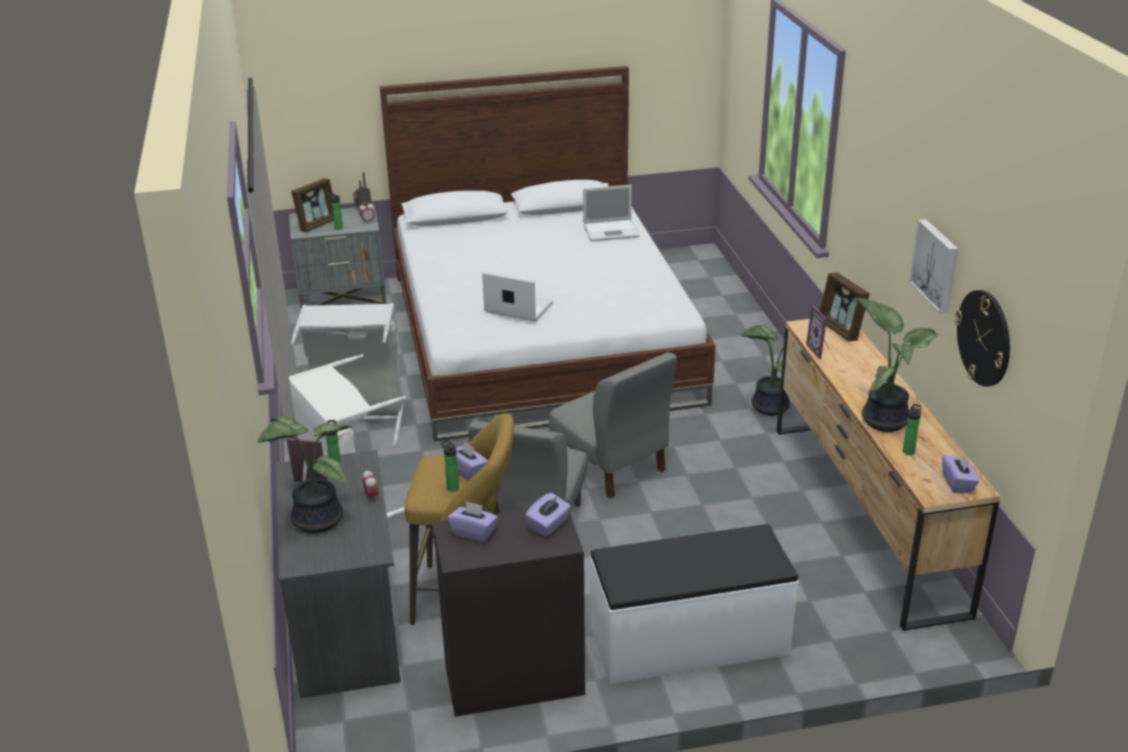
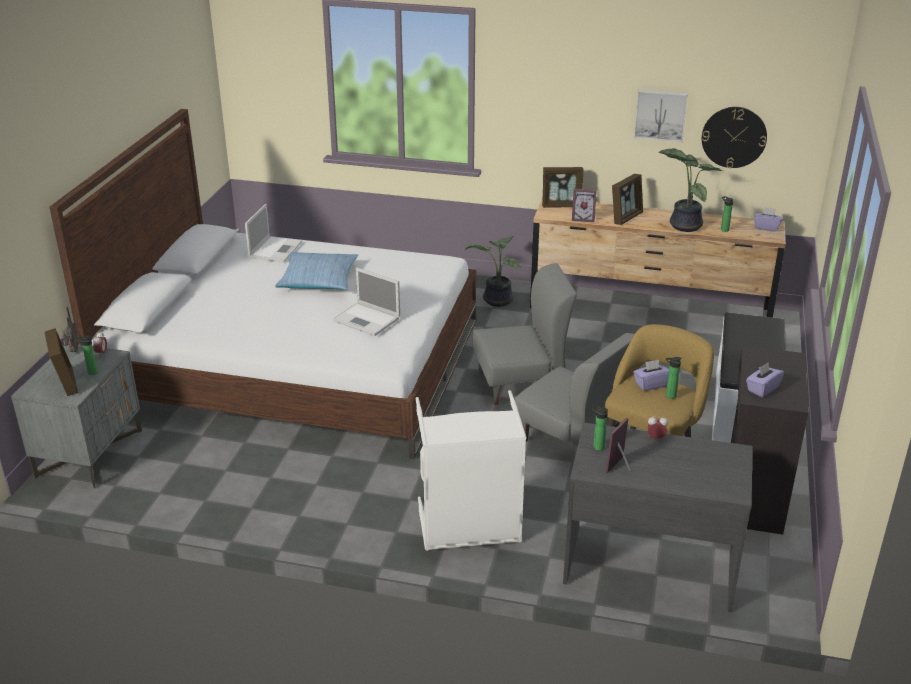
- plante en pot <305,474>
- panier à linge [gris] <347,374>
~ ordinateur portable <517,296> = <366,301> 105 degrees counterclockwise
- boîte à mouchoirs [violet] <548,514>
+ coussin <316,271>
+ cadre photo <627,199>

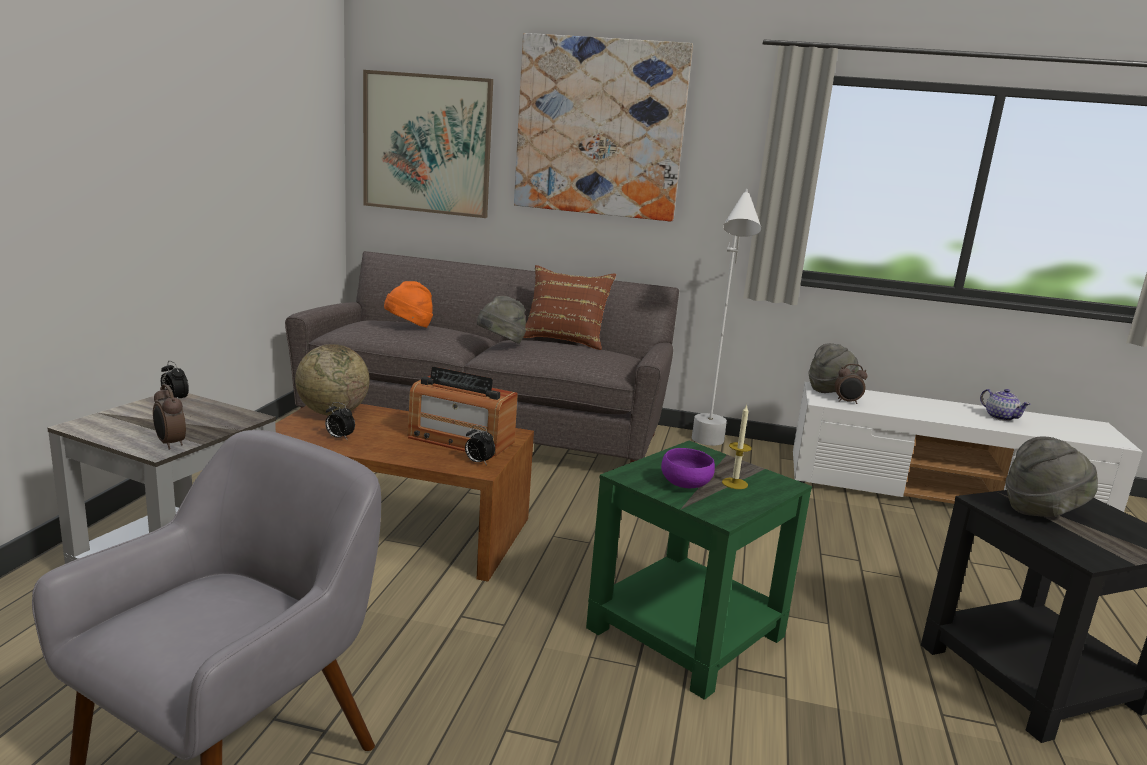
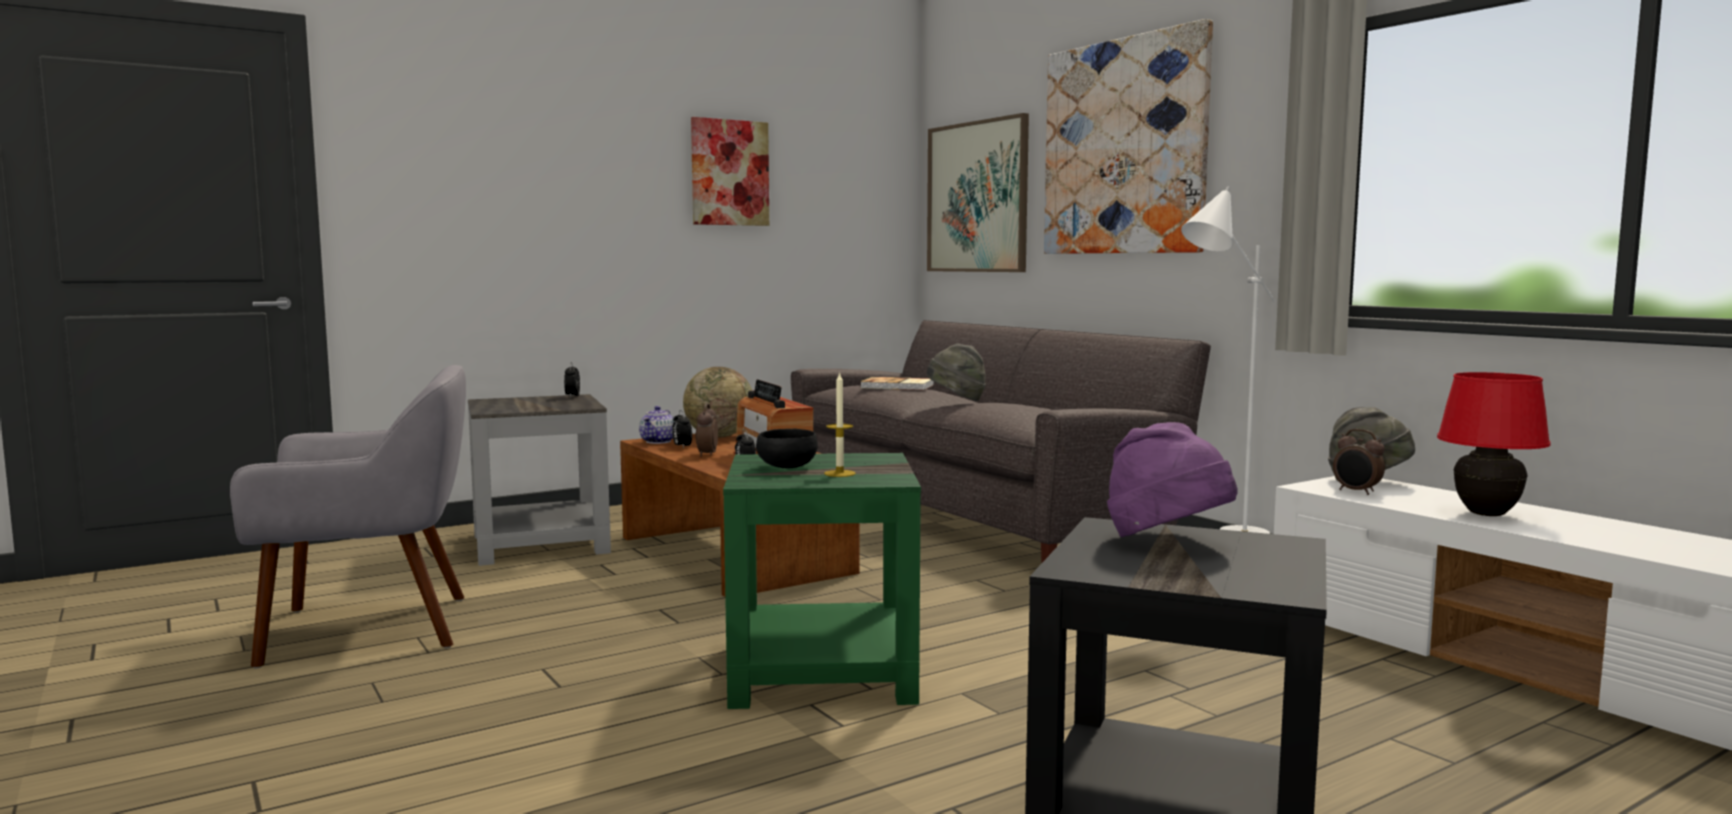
~ réveil <169,417> to <707,430>
~ chapeau [orange] <408,304> to livre <897,383>
- coussin [marron] <569,307>
~ bol [violet] <688,468> to bol [noir] <787,448>
~ théière <1005,405> to <656,425>
~ chapeau [gris] <1052,477> to chapeau [violet] <1172,479>
+ tableau <730,171>
+ lampe de table [rouge] <1494,444>

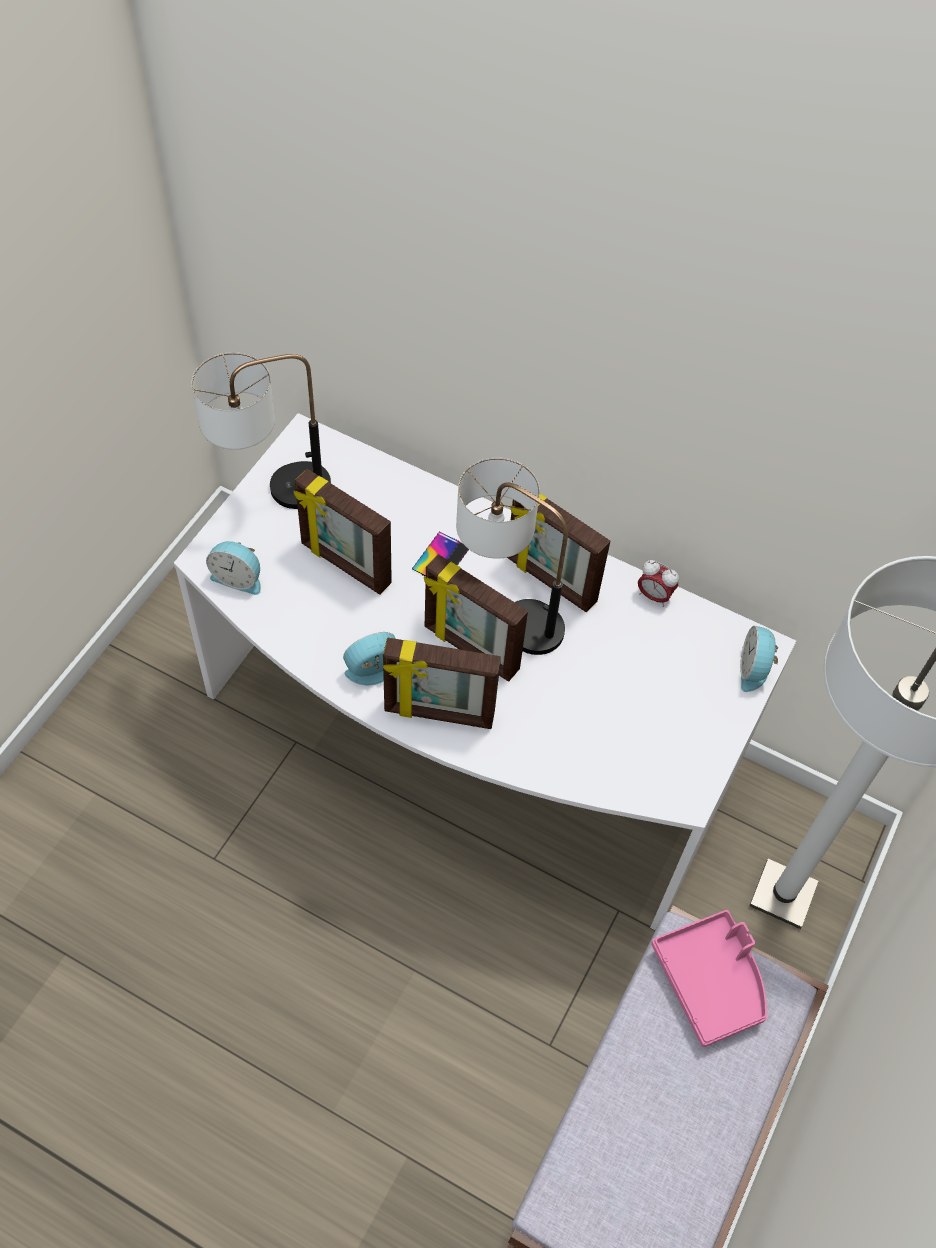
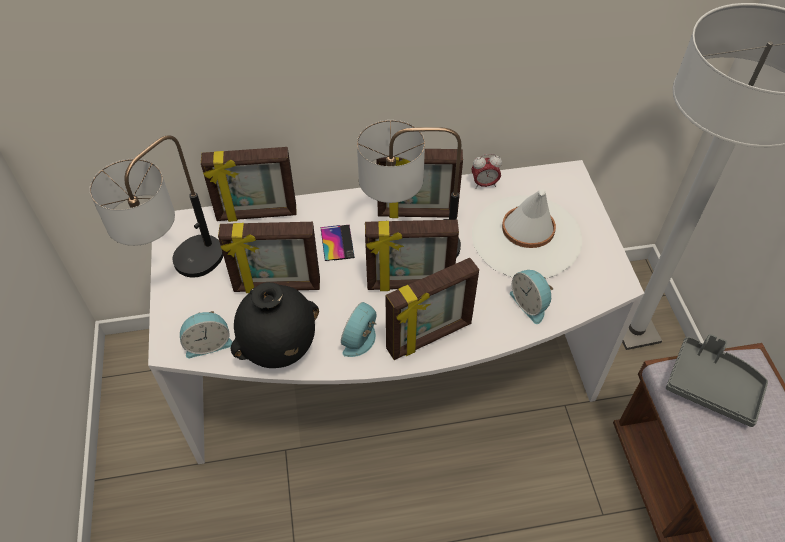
~ plateau [rose] <709,978> to plateau [gris] <717,380>
~ réveil <759,659> to <531,297>
+ cadre photo <249,184>
+ vase [noir] <275,325>
+ chapeau [blanc] <527,233>

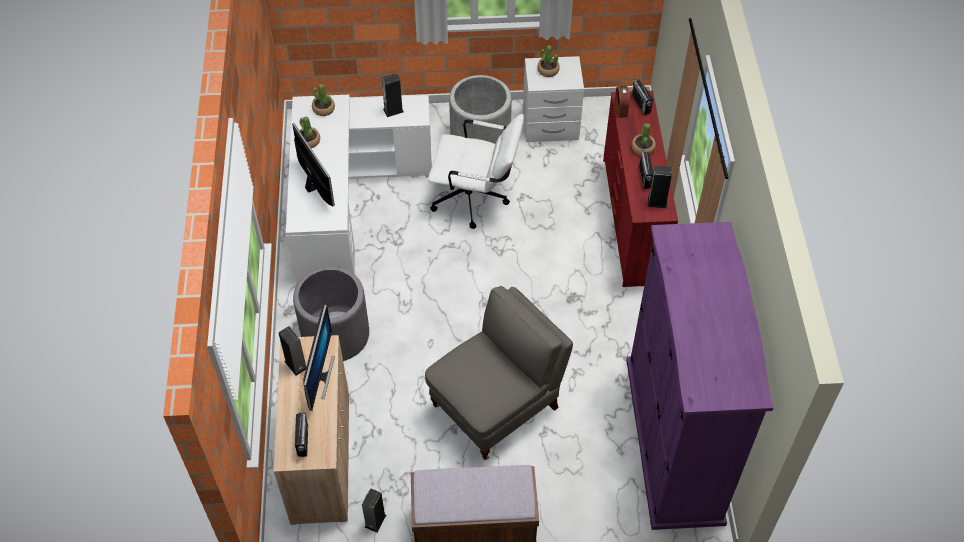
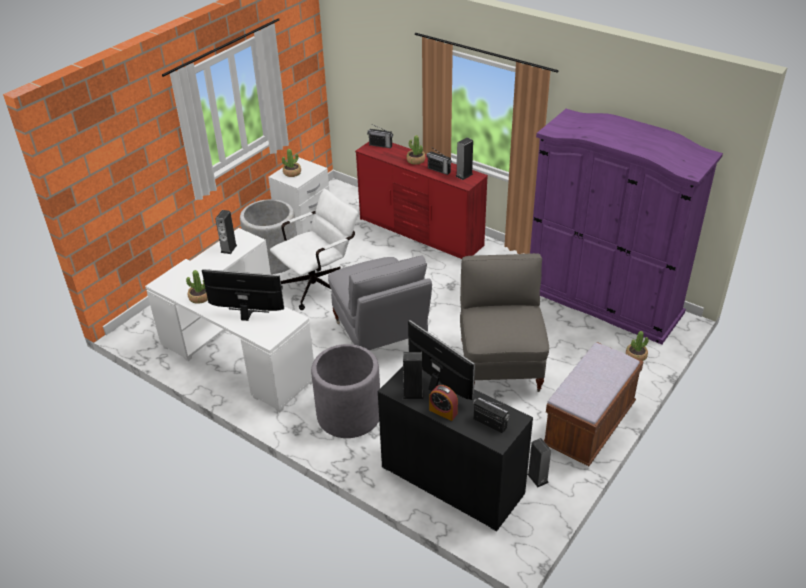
~ meuble de rangement [beige] <311,430> to meuble de rangement [noir] <455,449>
~ plante en pot <323,100> to <637,346>
~ réveil <622,102> to <443,403>
+ fauteuil [gris] <380,302>

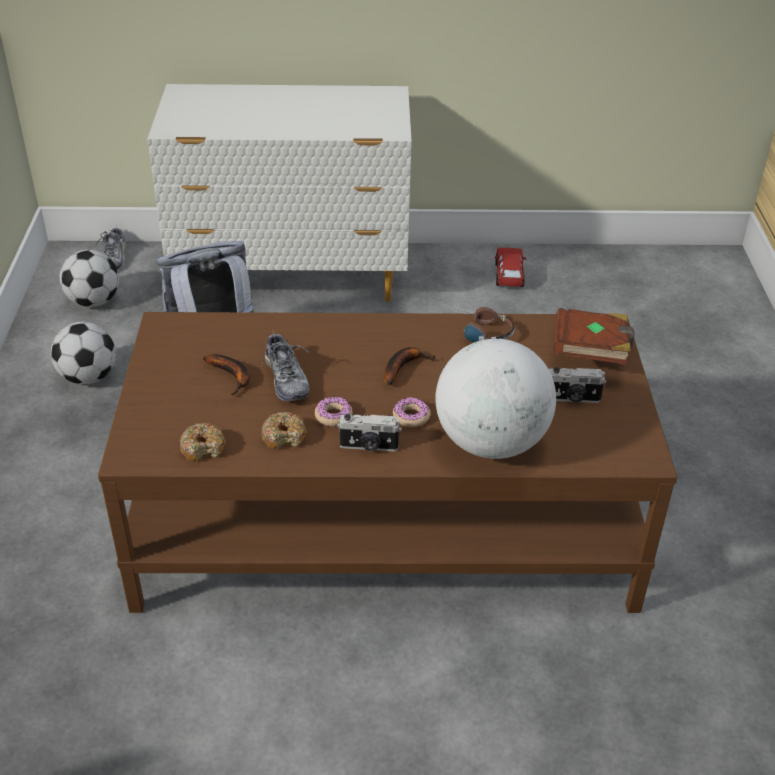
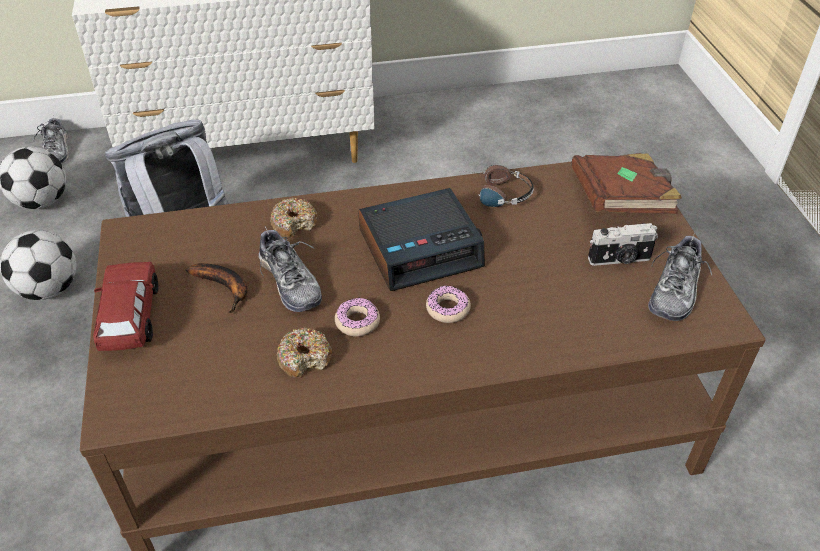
~ beignet <203,442> to <294,218>
- appareil photo <369,432>
~ banane <410,366> to réveil <421,239>
- globe <496,399>
~ petite voiture [rouge] <510,267> to <125,306>
+ chaussure <680,275>

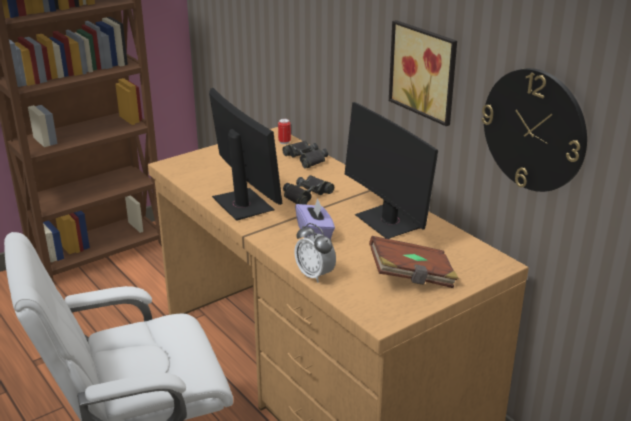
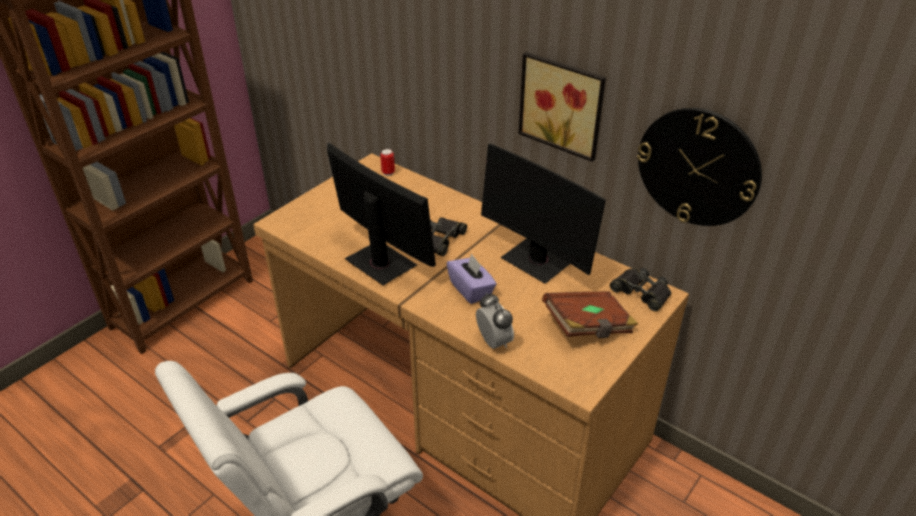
~ jumelles [noir] <305,154> to <640,290>
~ réveil <315,253> = <495,321> 150 degrees counterclockwise

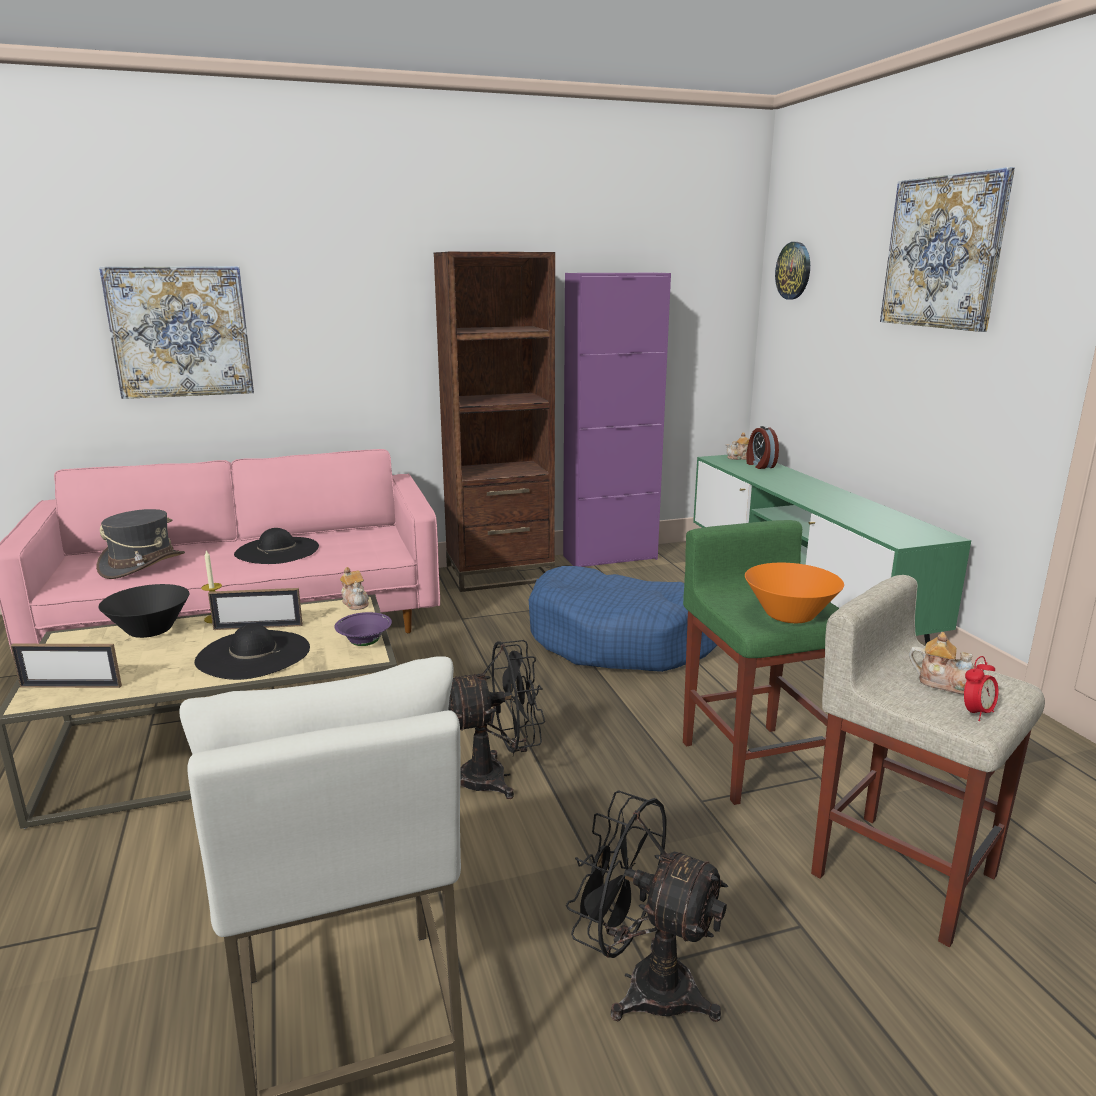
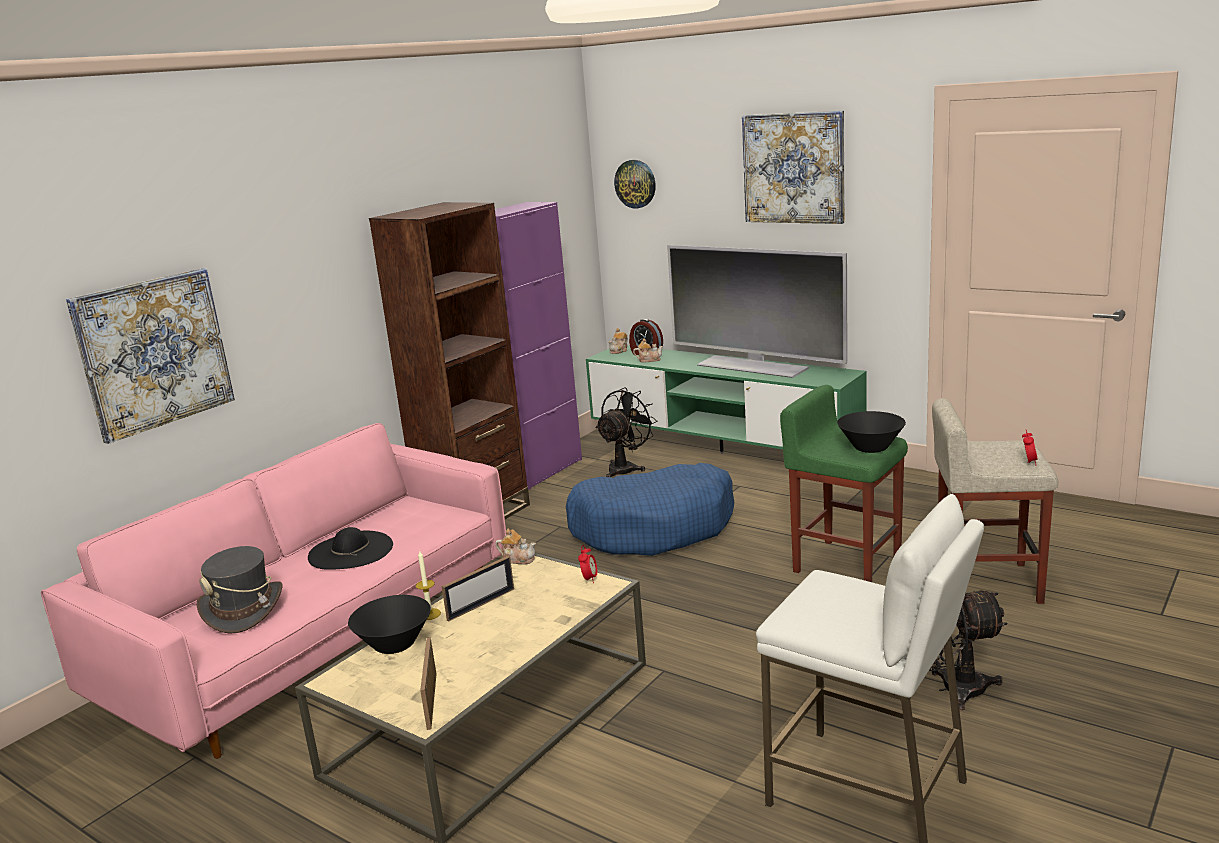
~ cadre photo <66,666> = <428,683> 120 degrees clockwise
- chapeau [noir] <252,652>
~ bol [violet] <363,629> to réveil <587,564>
~ ventilateur [noir] <496,719> to <626,432>
~ bol [orange] <794,593> to bol [noir] <871,432>
~ théière <949,663> to <648,350>
+ téléviseur <757,311>

